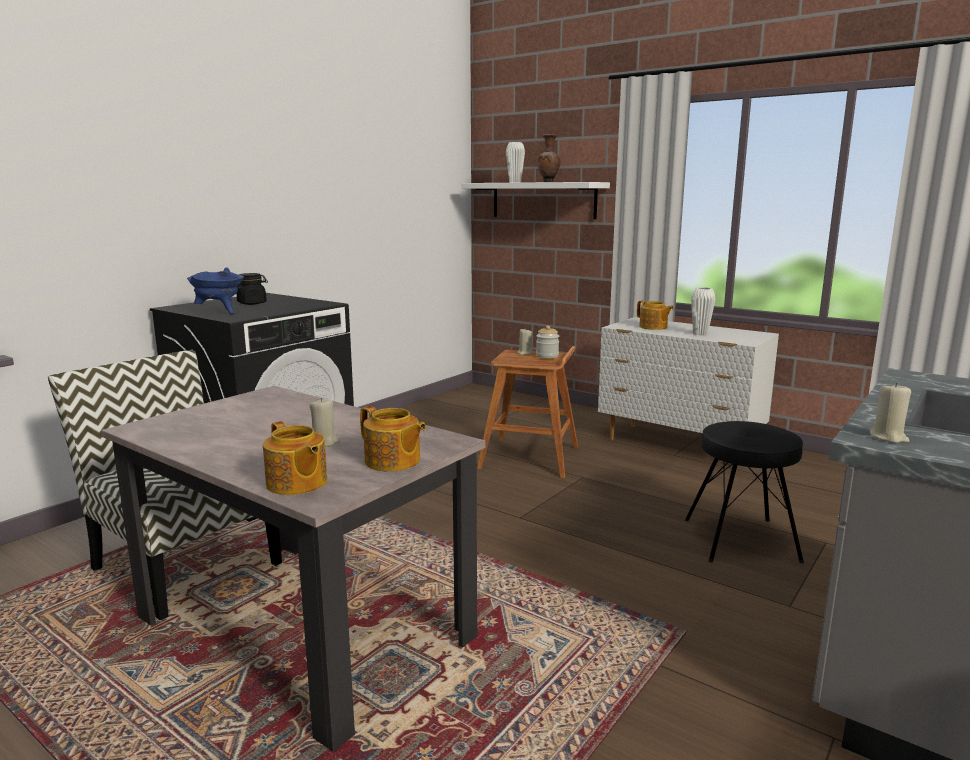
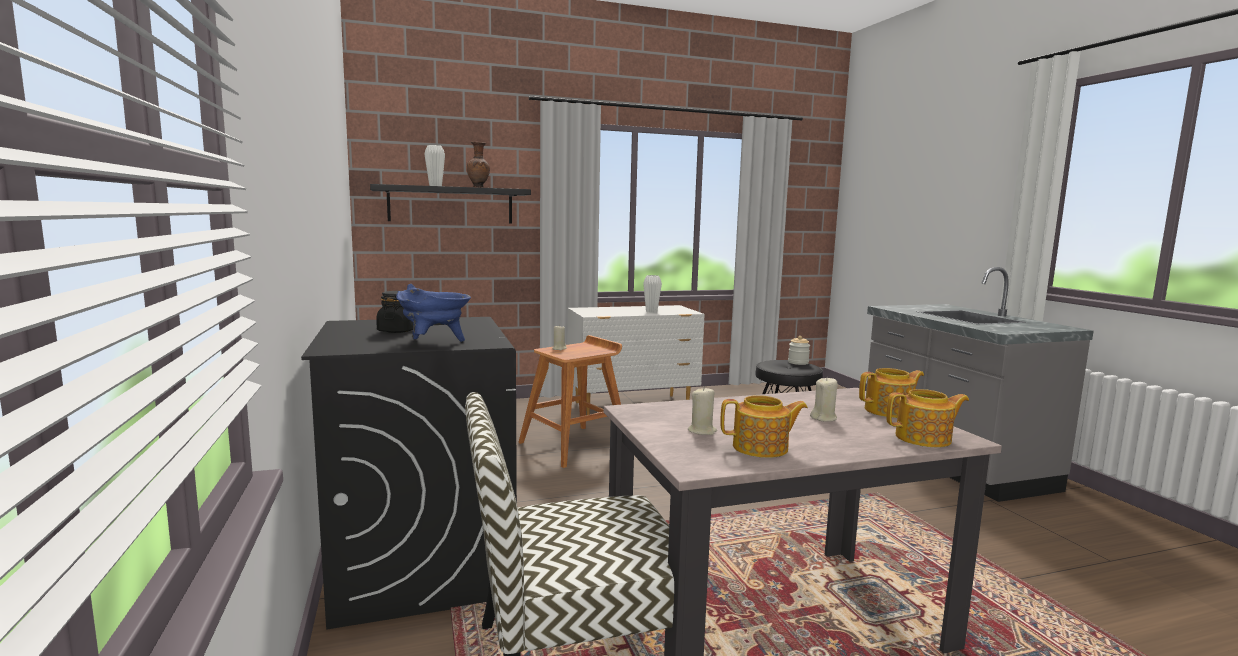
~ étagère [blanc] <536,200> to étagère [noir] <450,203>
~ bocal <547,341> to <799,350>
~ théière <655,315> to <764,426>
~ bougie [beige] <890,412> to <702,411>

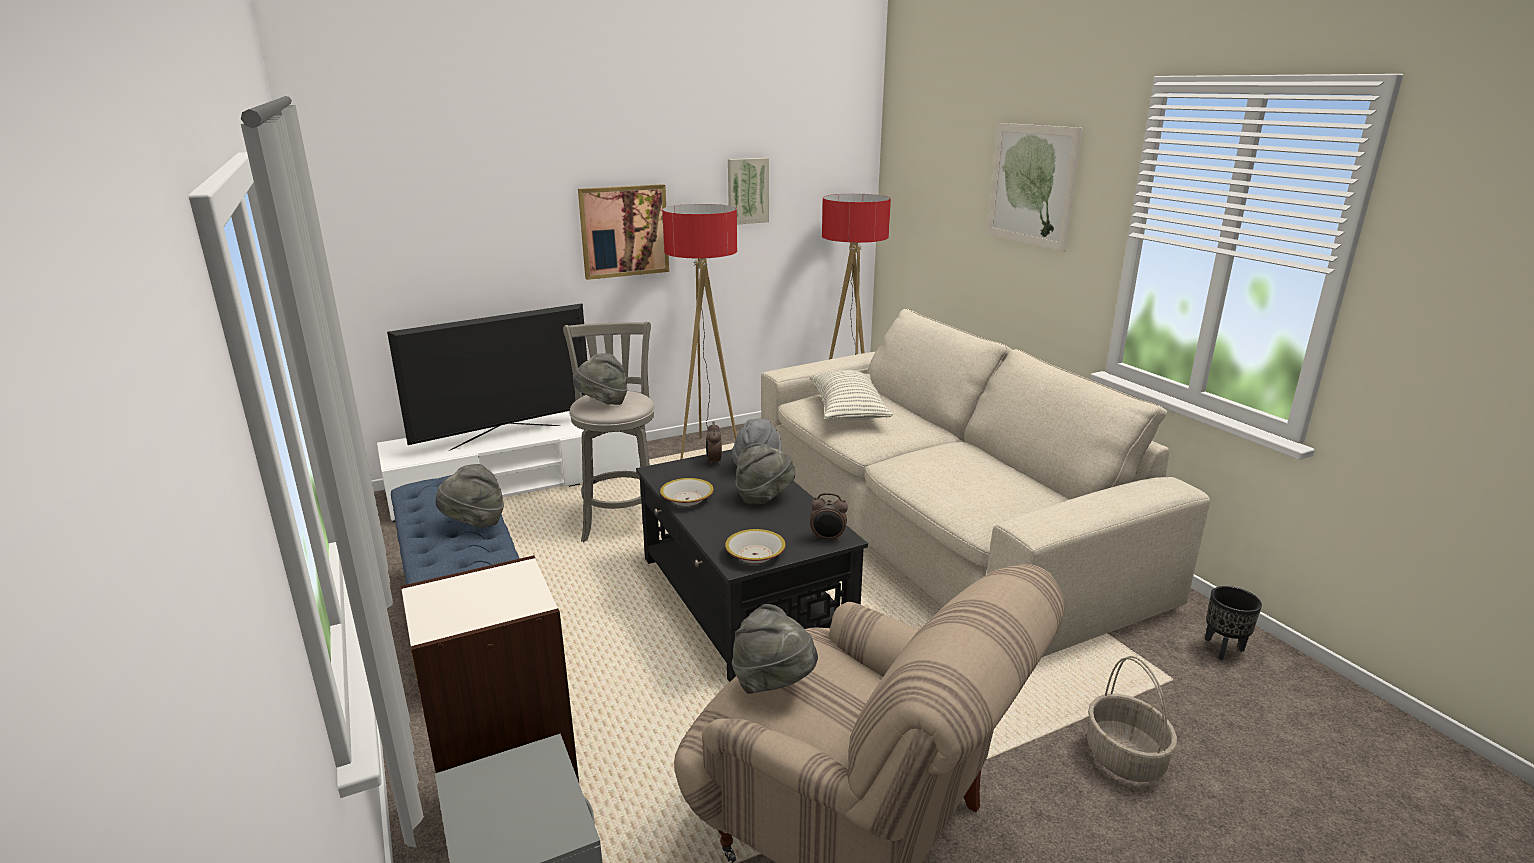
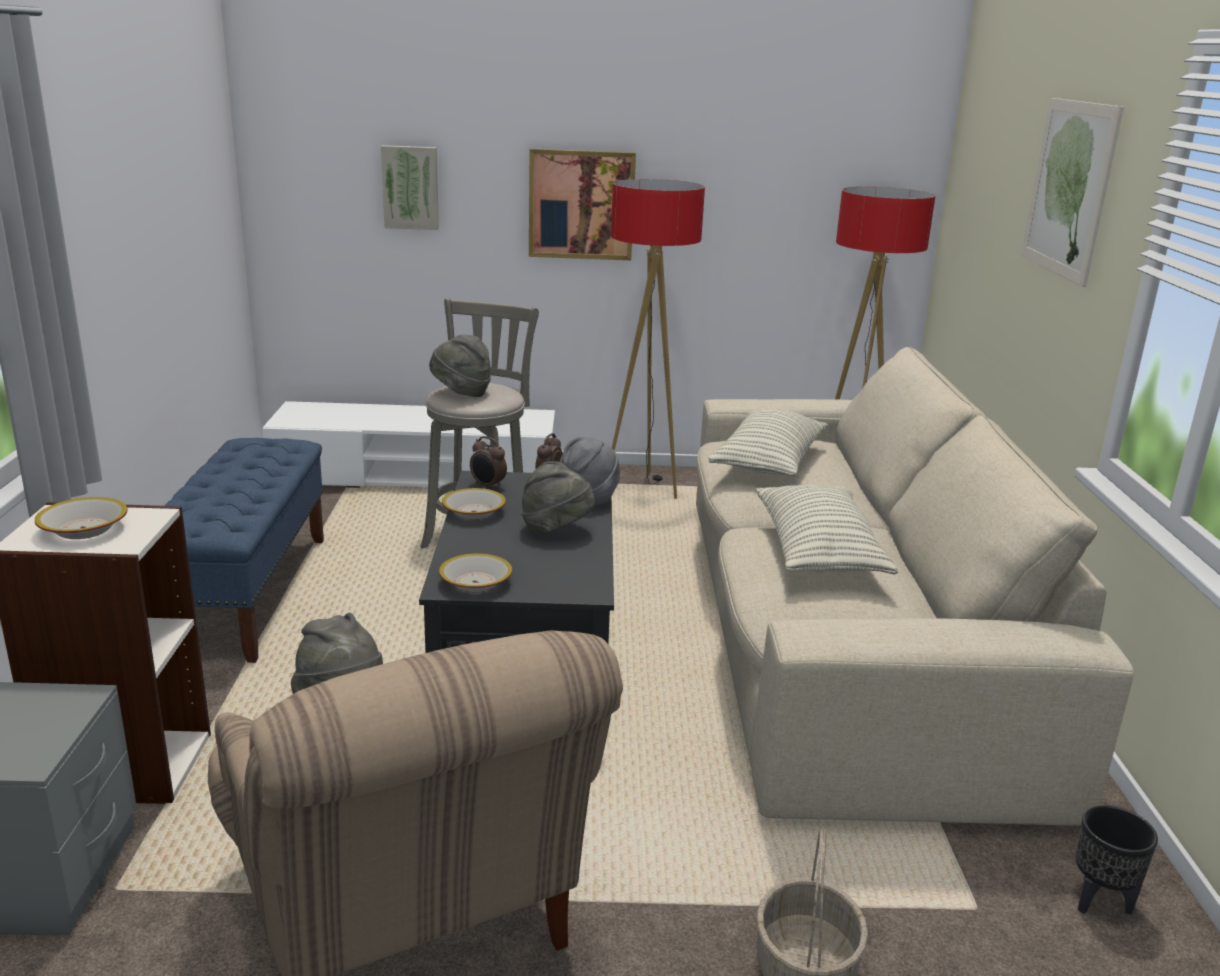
- téléviseur <487,377>
- chapeau [gris] <469,496>
~ tableau <748,191> to <410,187>
~ réveil <829,517> to <488,463>
+ bol <81,518>
+ coussin <827,530>

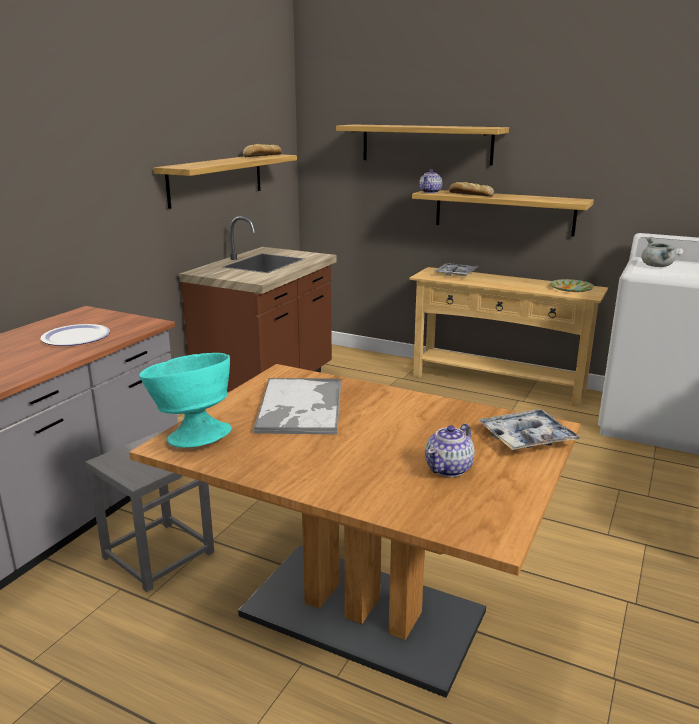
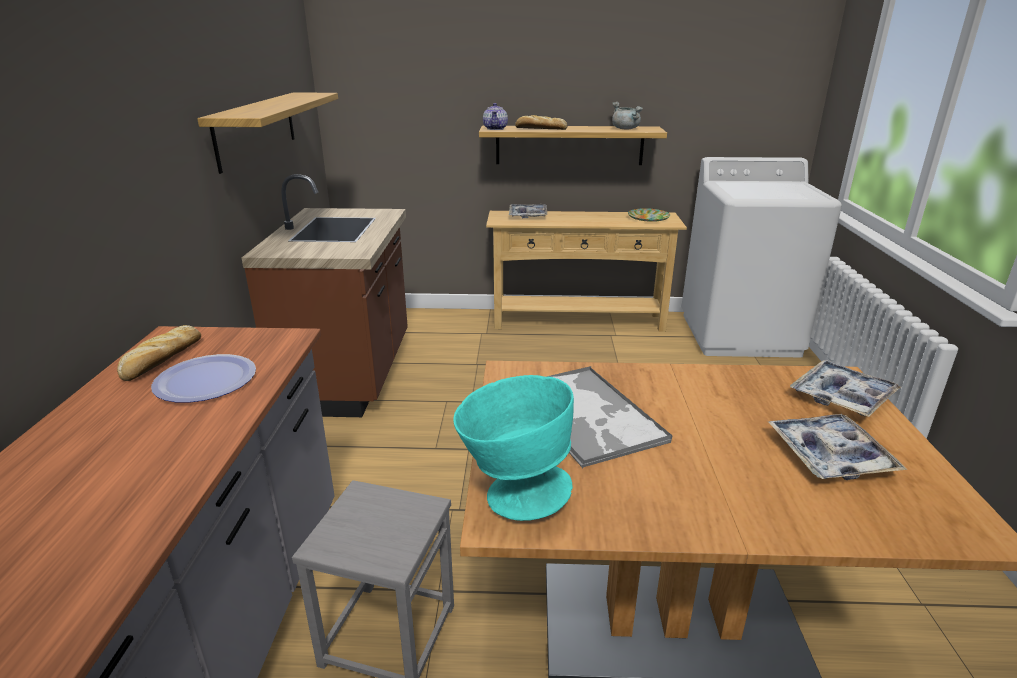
~ pain <262,150> to <159,353>
- étagère <422,145>
~ théière <450,450> to plateau <838,447>
~ marmite [gris] <658,252> to <627,115>

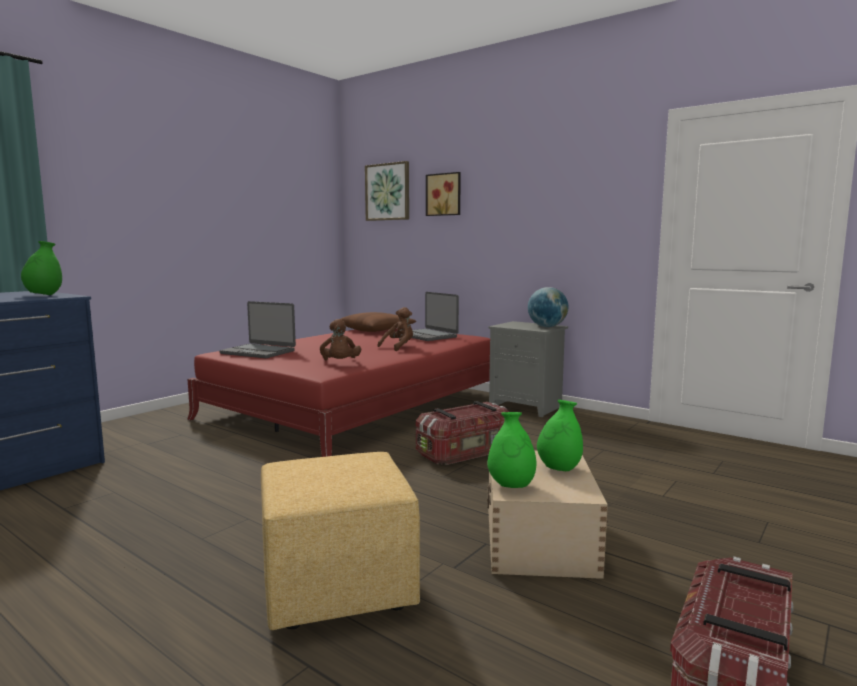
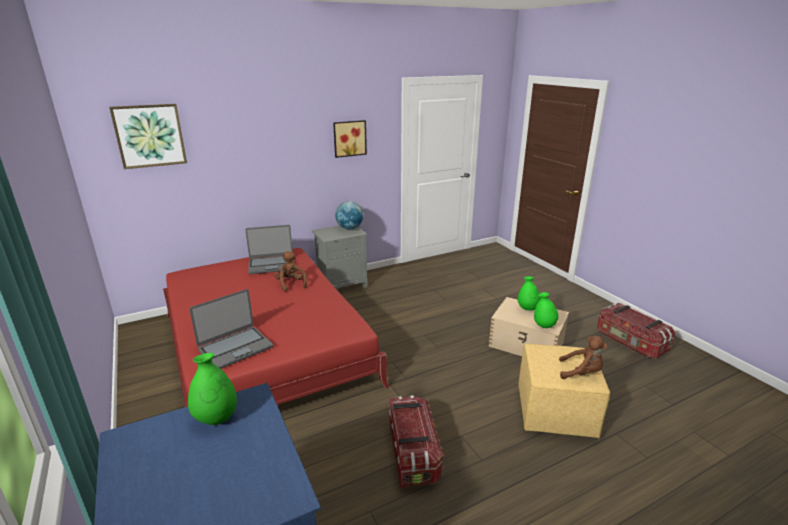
~ peluche [marron] <340,339> to <583,357>
- coussin [marron] <378,322>
~ boîte de rangement <463,433> to <416,441>
~ tableau <443,194> to <350,139>

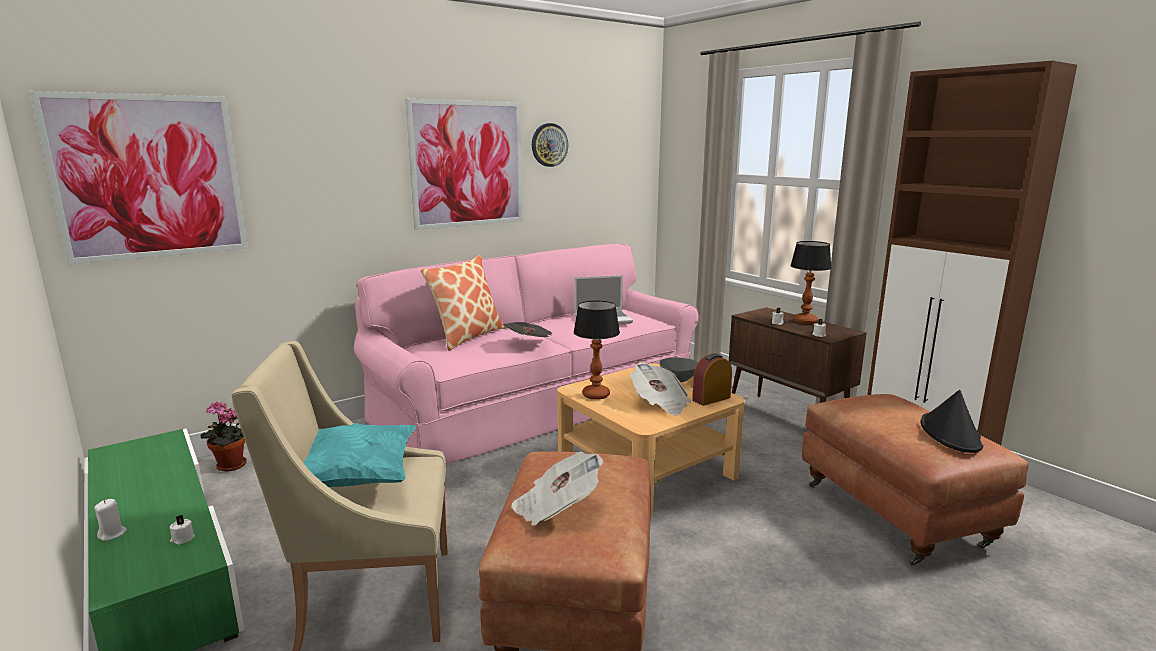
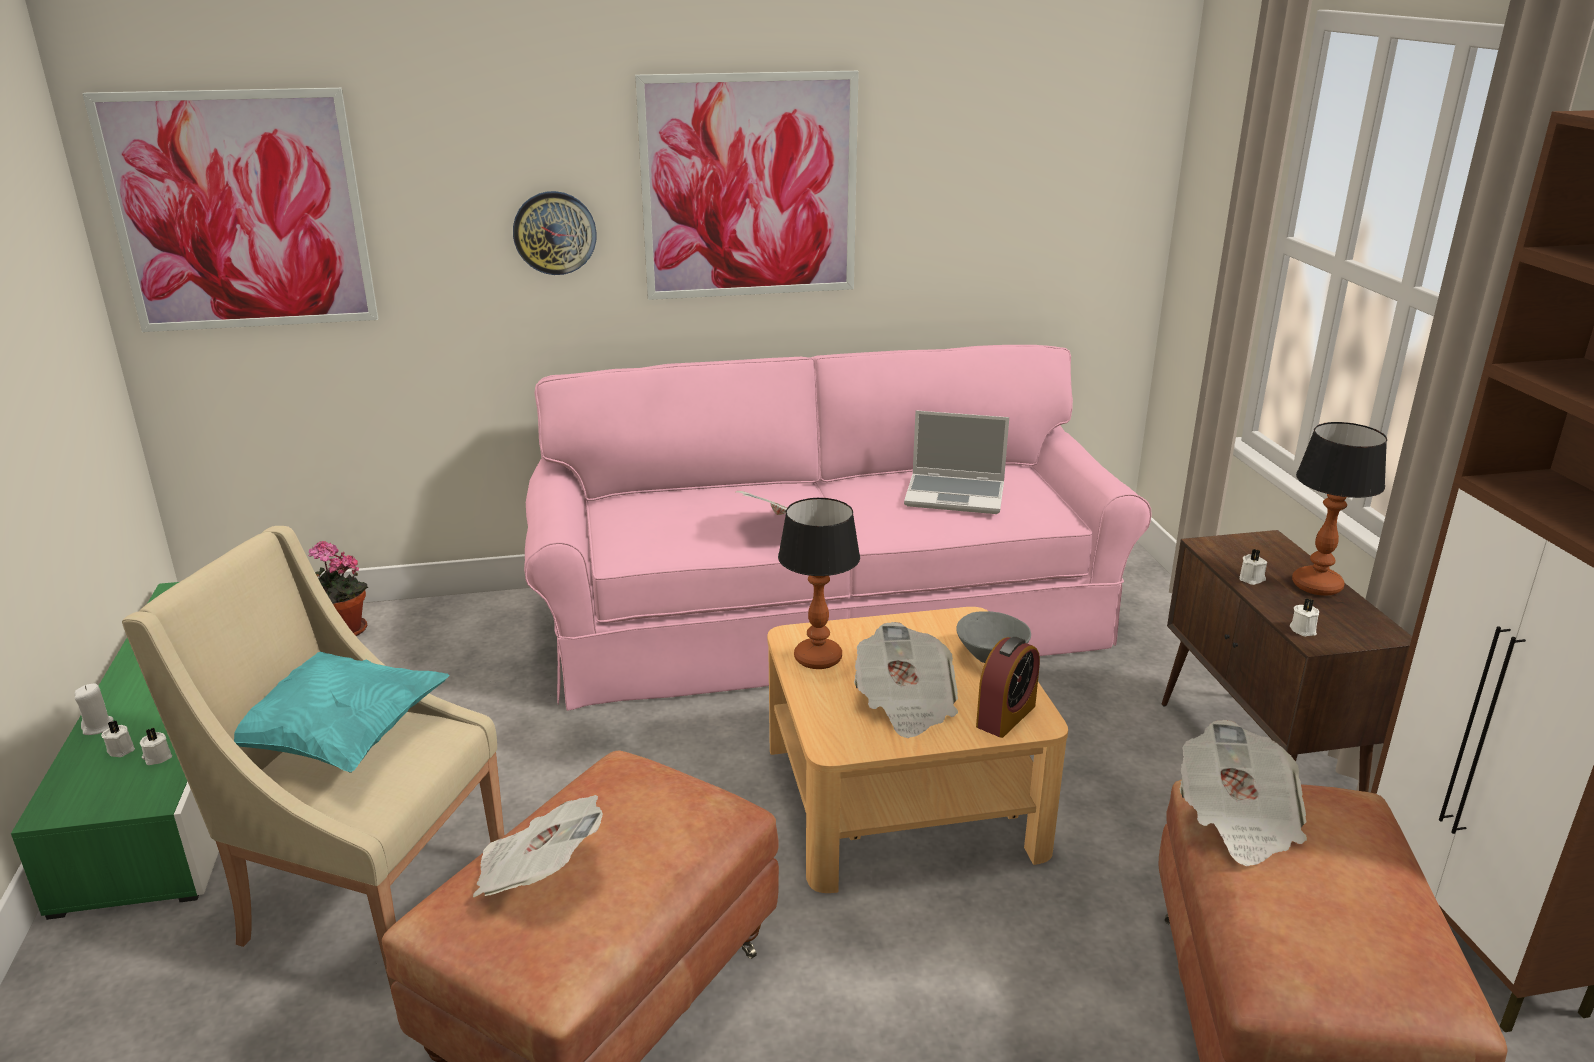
- coussin <463,303>
~ horloge murale <550,145> to <555,233>
~ réveil <712,379> = <1008,687> 135 degrees clockwise
- chapeau [noir] <952,421>
+ bougie [blanc] <118,738>
+ journal <1243,793>

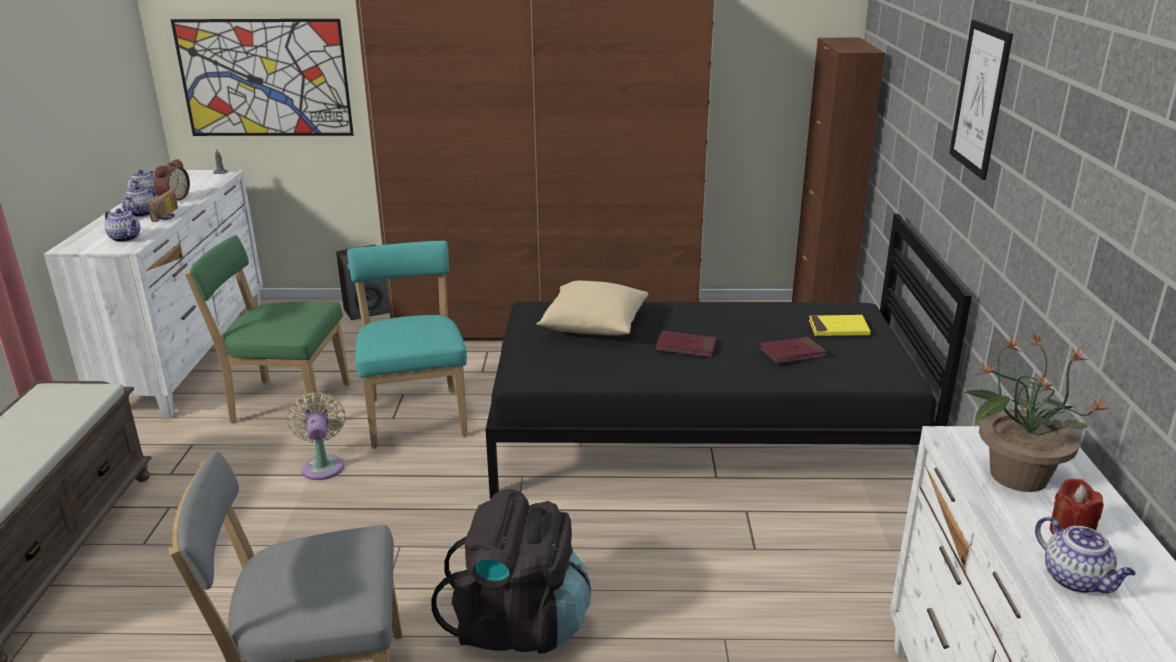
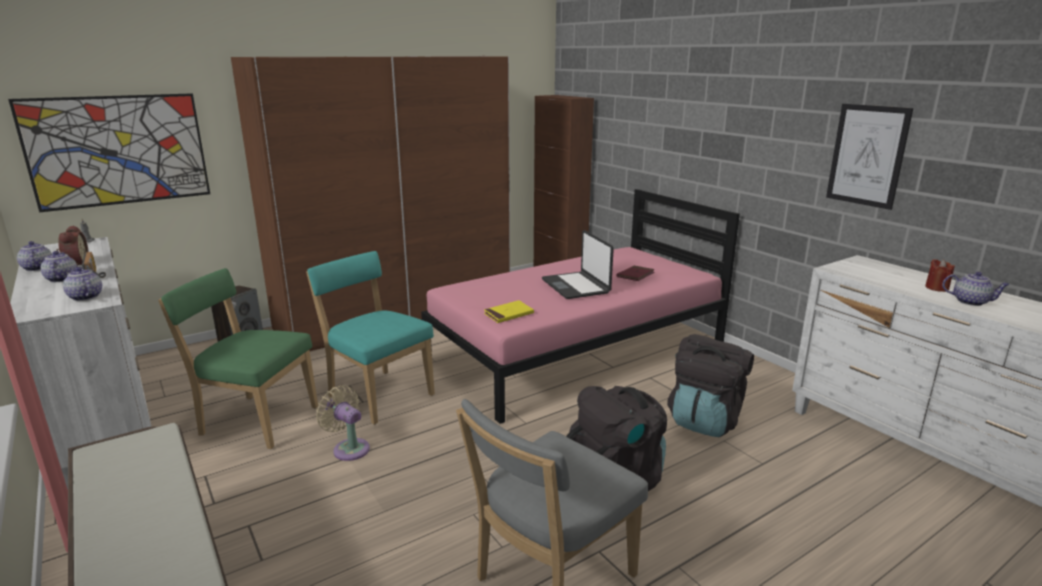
~ théière <123,225> = <82,284> 135 degrees counterclockwise
~ chaise [vert] <267,329> = <238,358> 45 degrees clockwise
~ lit [noir] <729,356> to lit [rose] <580,306>
- coussin [beige] <592,308>
~ livre [rouge] <686,344> to ordinateur portable <578,264>
~ livre [jaune] <839,325> to <509,311>
~ tableau <981,100> to <869,157>
- plante en pot <1037,413>
+ sac à dos [noir] <710,385>

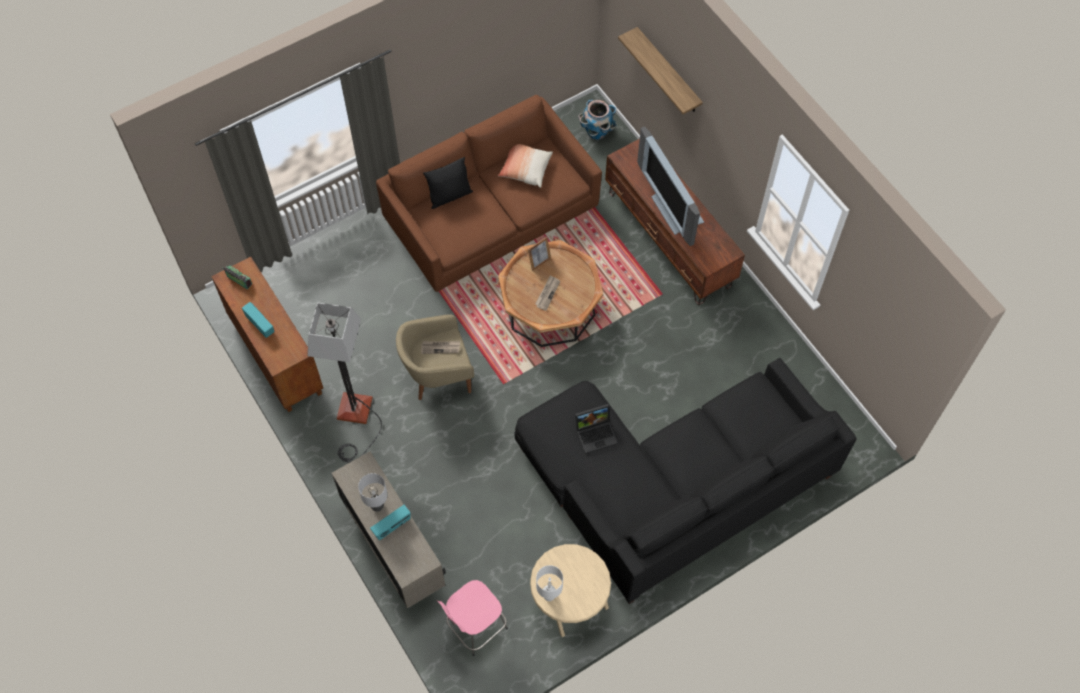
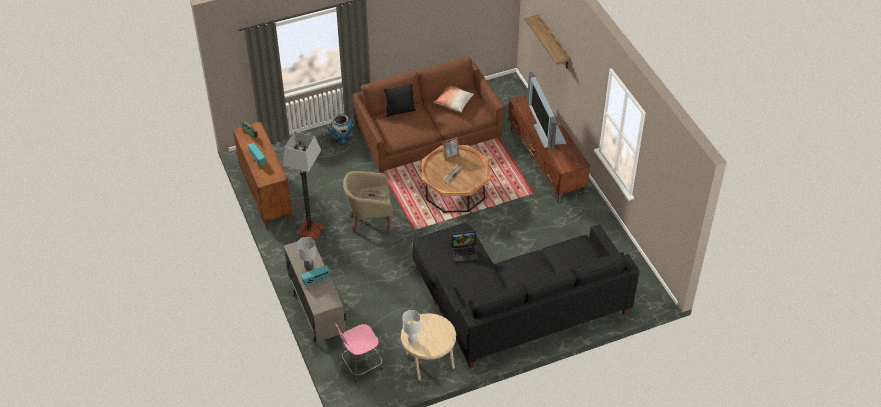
~ cache-pot <597,120> to <341,128>

